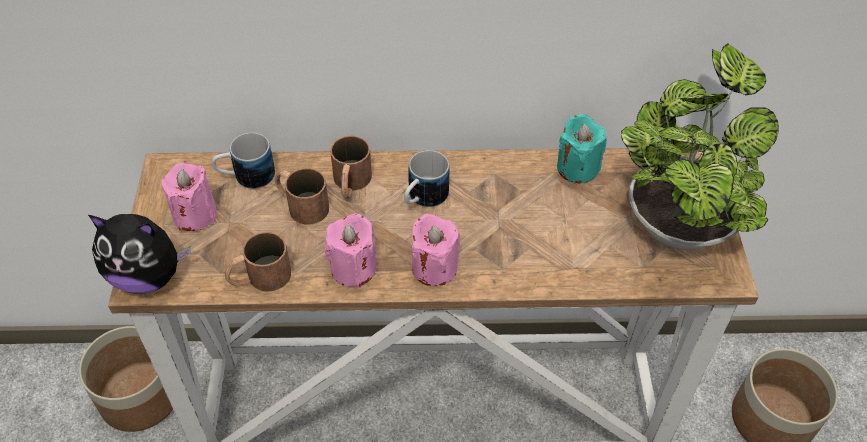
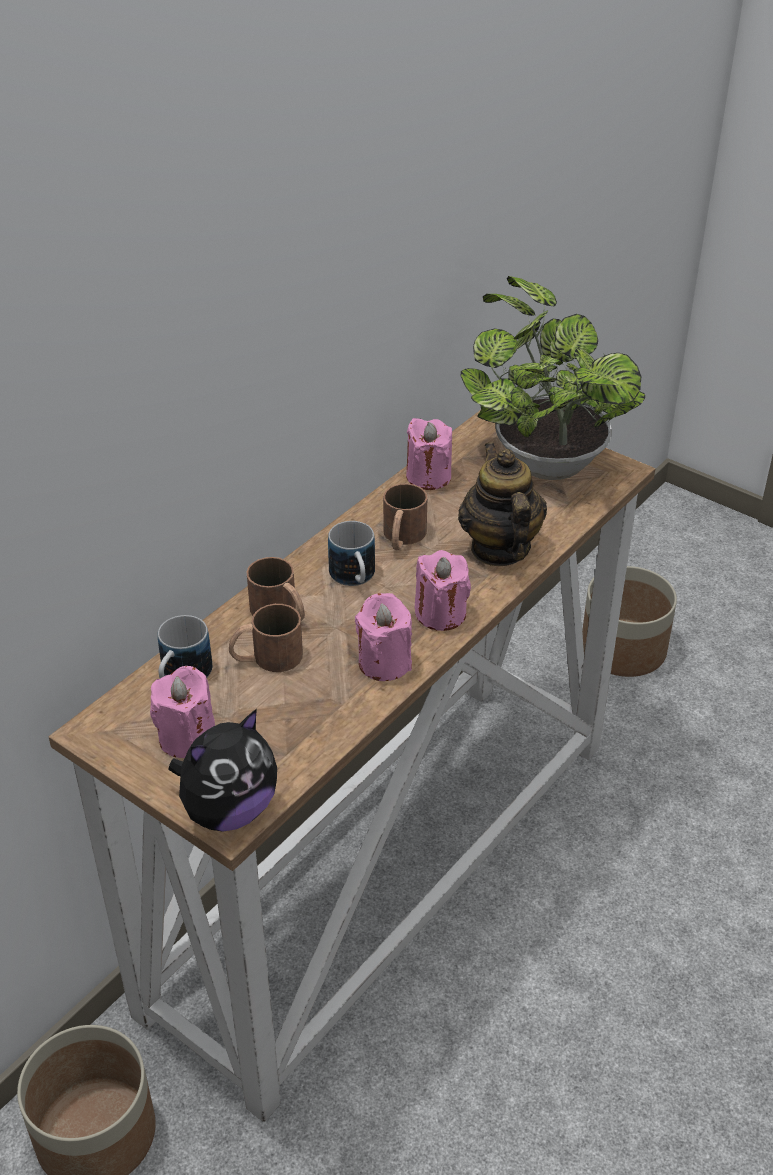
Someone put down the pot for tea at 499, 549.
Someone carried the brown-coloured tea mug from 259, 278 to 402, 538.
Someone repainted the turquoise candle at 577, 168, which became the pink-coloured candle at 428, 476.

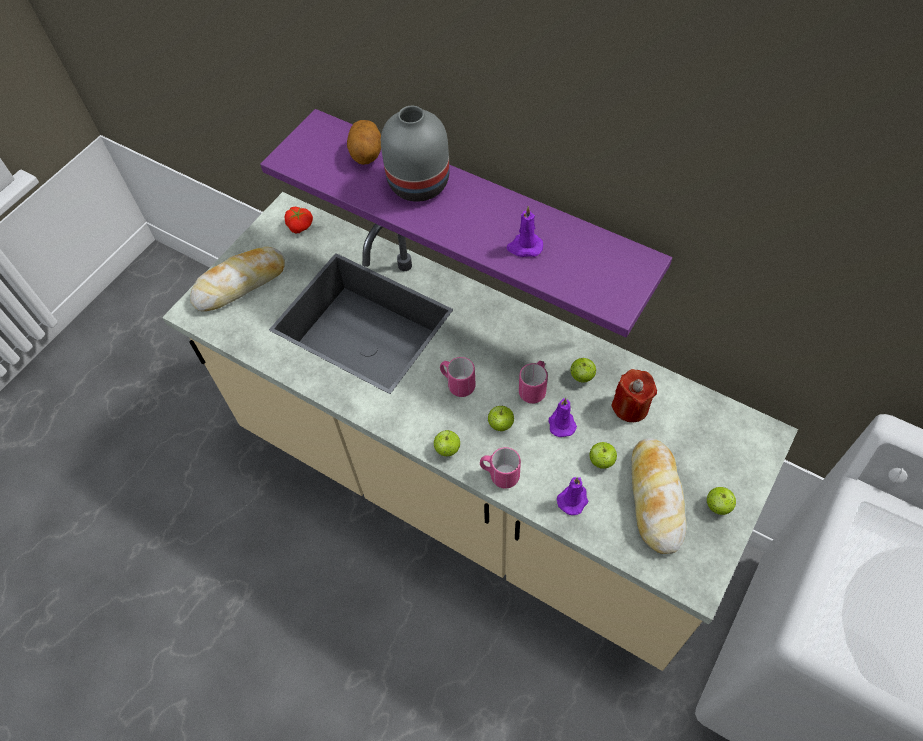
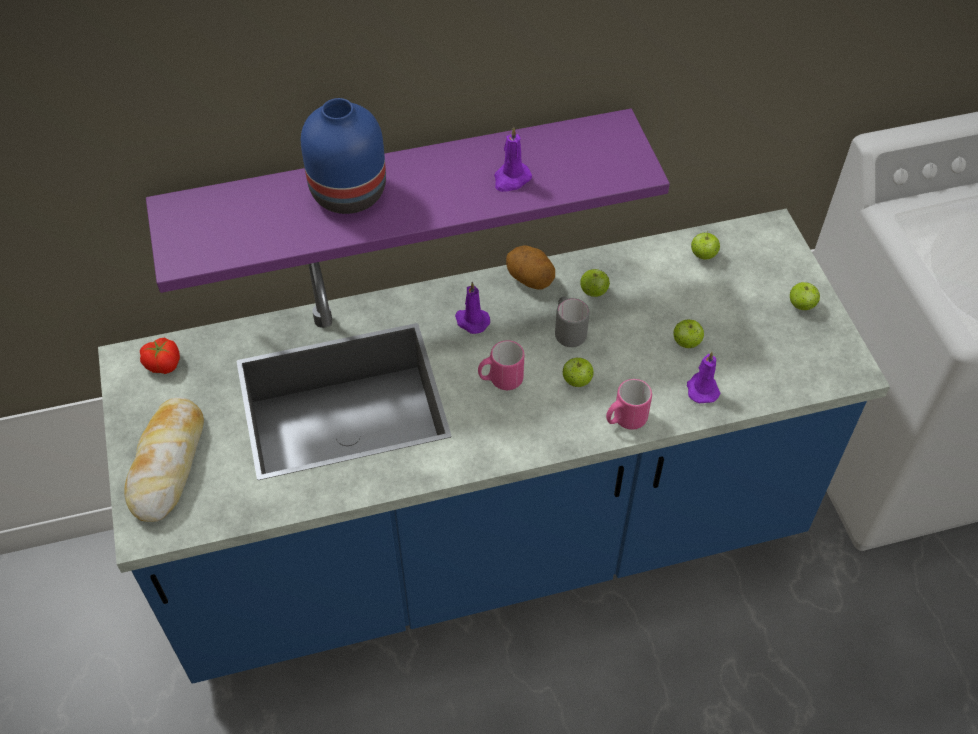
Someone took away the red candle at 630, 406.
Someone took away the baked bread at 655, 498.
Someone carried the potato from 367, 154 to 530, 279.
Someone carried the apple fruit from 447, 449 to 703, 255.
Someone carried the purple-coloured candle from 561, 423 to 471, 321.
Someone repainted the sand-coloured kitchen base unit at 470, 491, which became the bluish kitchen base unit at 489, 542.
Someone repainted the gray decorative vase at 417, 184, which became the bluish decorative vase at 347, 194.
Someone repainted the pink-coloured tea mug at 534, 388, which became the gray tea mug at 568, 331.

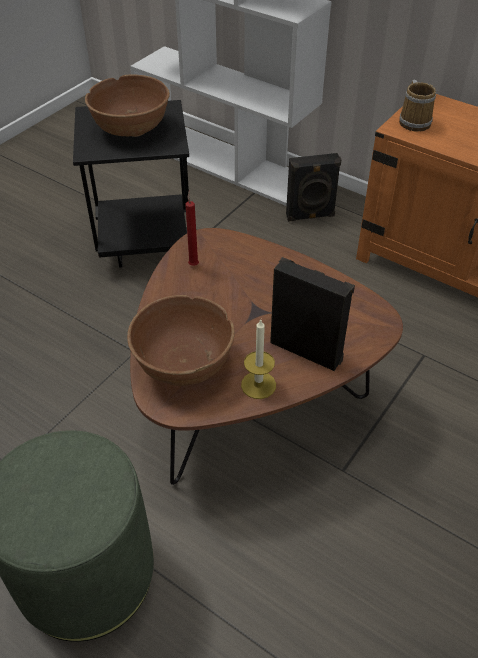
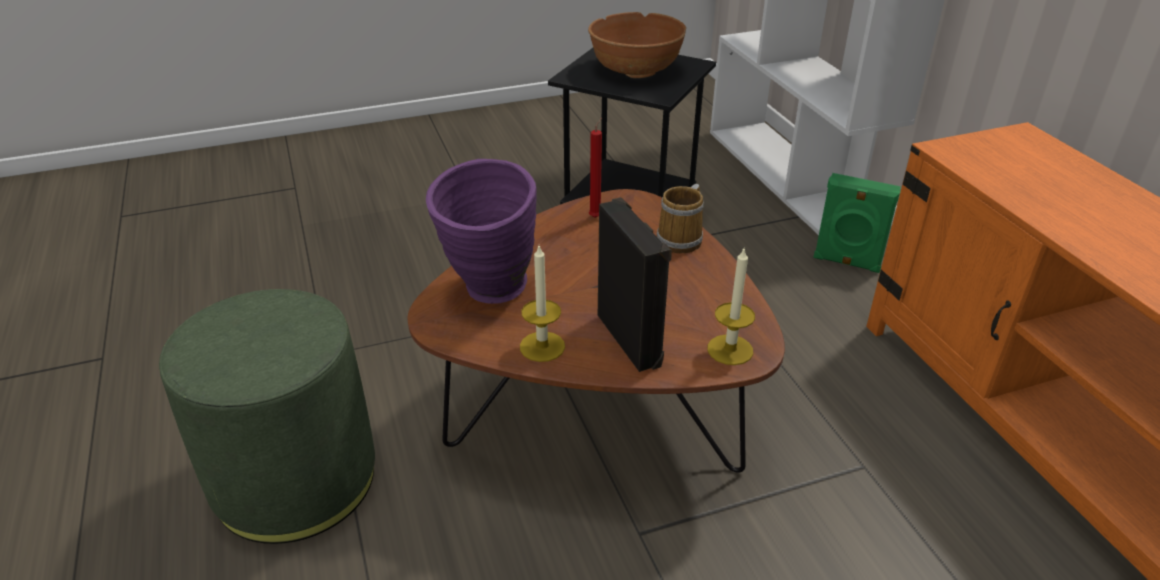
Someone put down the candle at 730, 350.
Someone carried the tea mug from 415, 121 to 682, 239.
Someone swapped the brown-coloured serving bowl at 183, 363 for the purple-coloured decorative vase at 489, 294.
Someone repainted the black loudspeaker at 310, 216, which became the greenish loudspeaker at 846, 262.

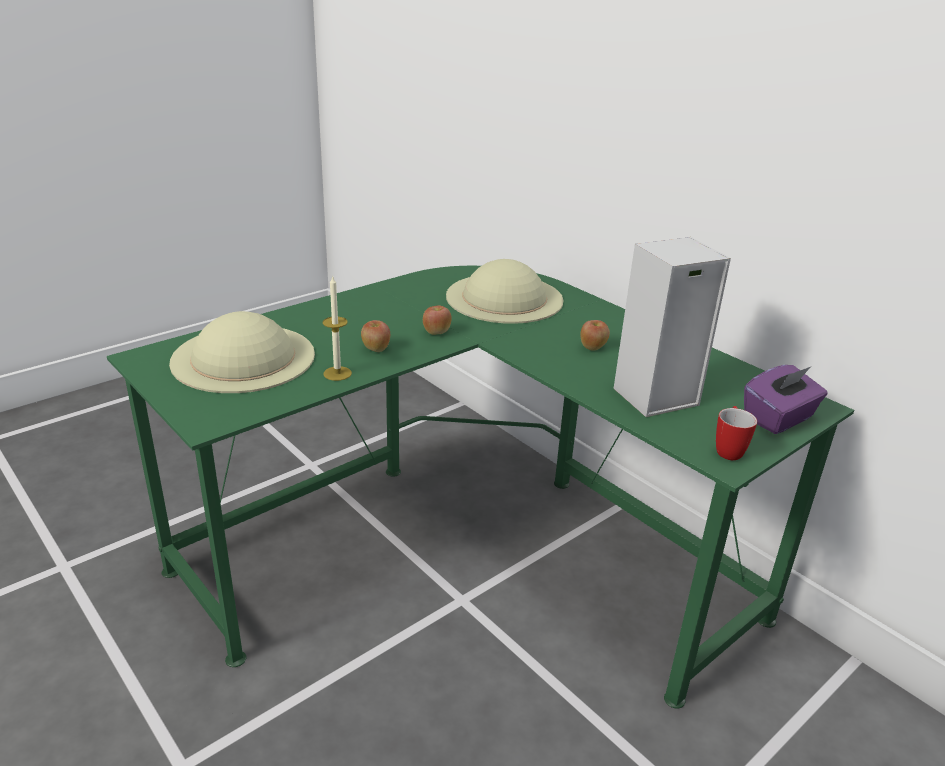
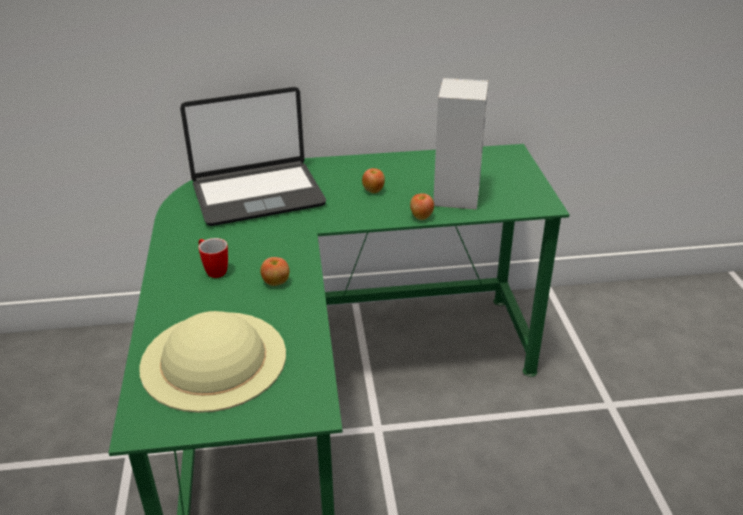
Someone took away the candle at 337, 373.
Someone took away the purple-coloured tissue holder at 779, 418.
Someone carried the apple fruit from 436, 332 to 421, 217.
Someone carried the tea mug from 728, 449 to 213, 270.
Someone swapped the sand-coloured hat at 504, 298 for the portable computer at 257, 194.

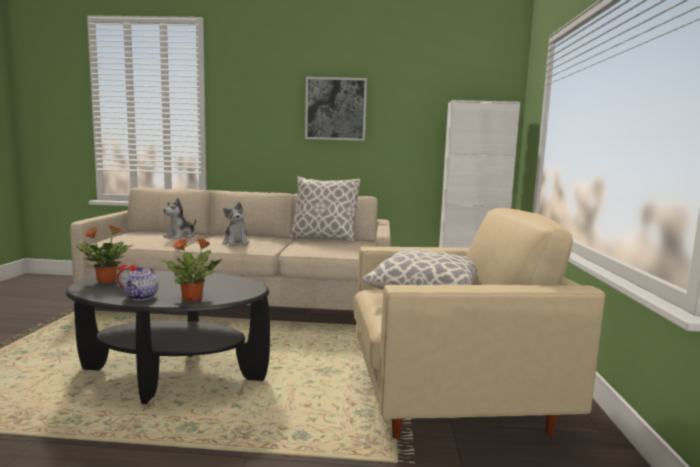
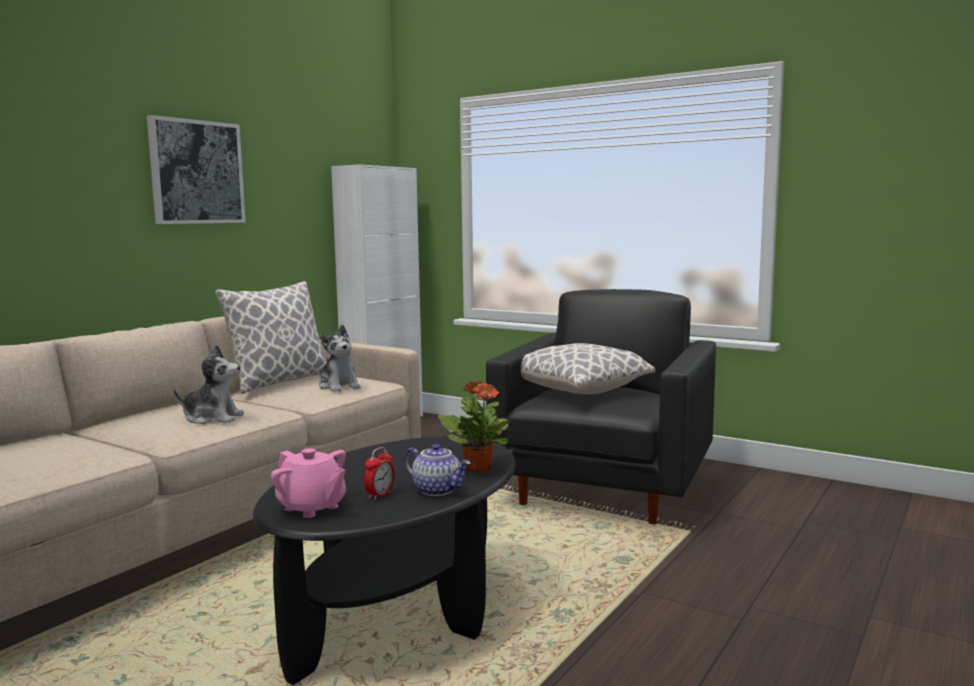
Someone carried the plush toy from 180, 236 to 339, 386.
Someone swapped the plant in a pot at 106, 281 for the pink-coloured pot for tea at 311, 508.
Someone repainted the sand-coloured lounge chair at 450, 401, which became the black lounge chair at 605, 490.

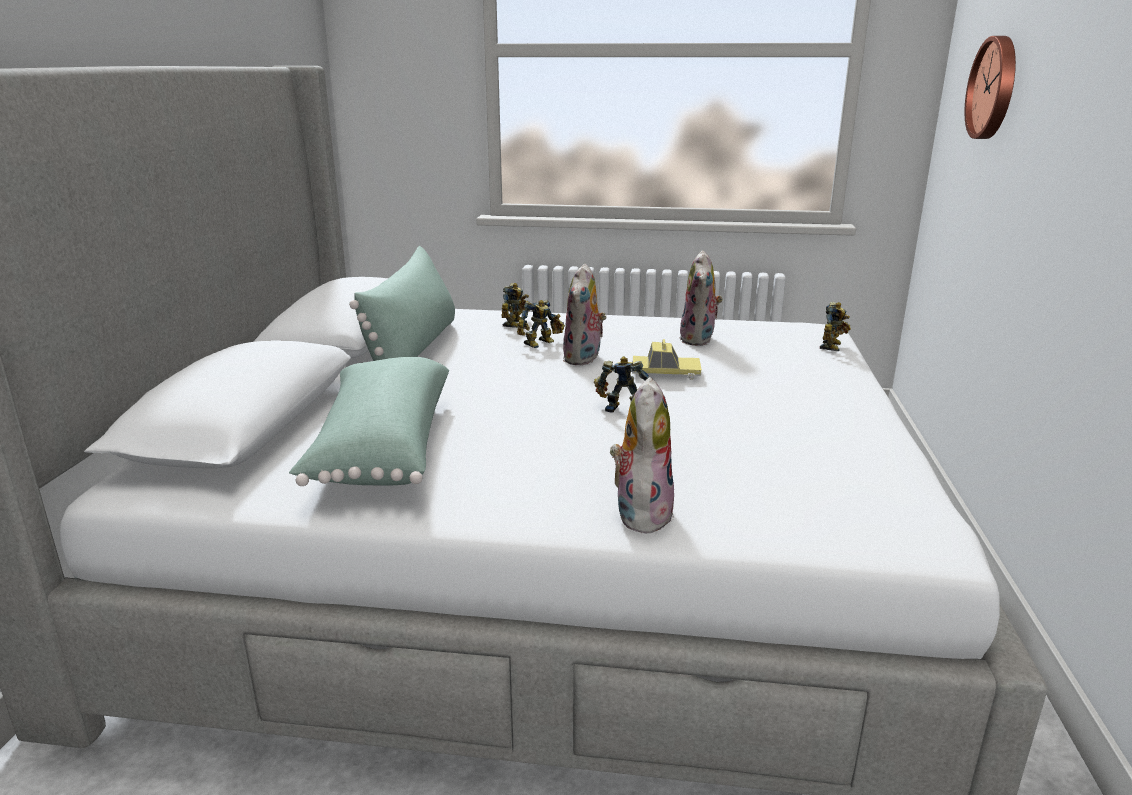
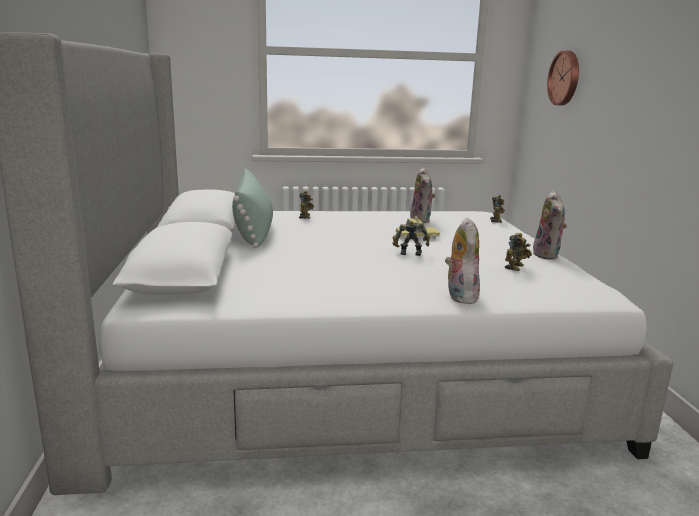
Someone took away the greenish cushion at 381, 447.
Someone carried the model robot from 541, 343 to 516, 267.
Someone carried the plush toy from 584, 359 to 548, 255.

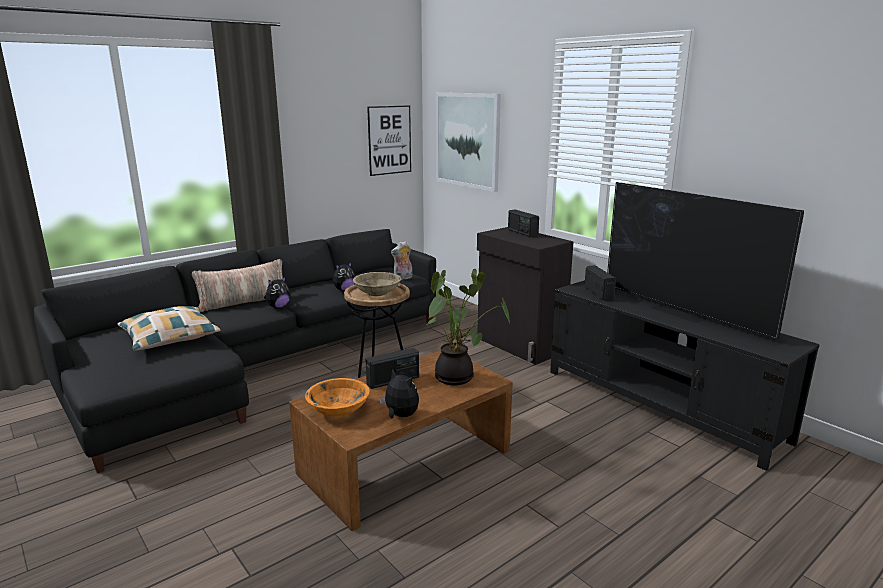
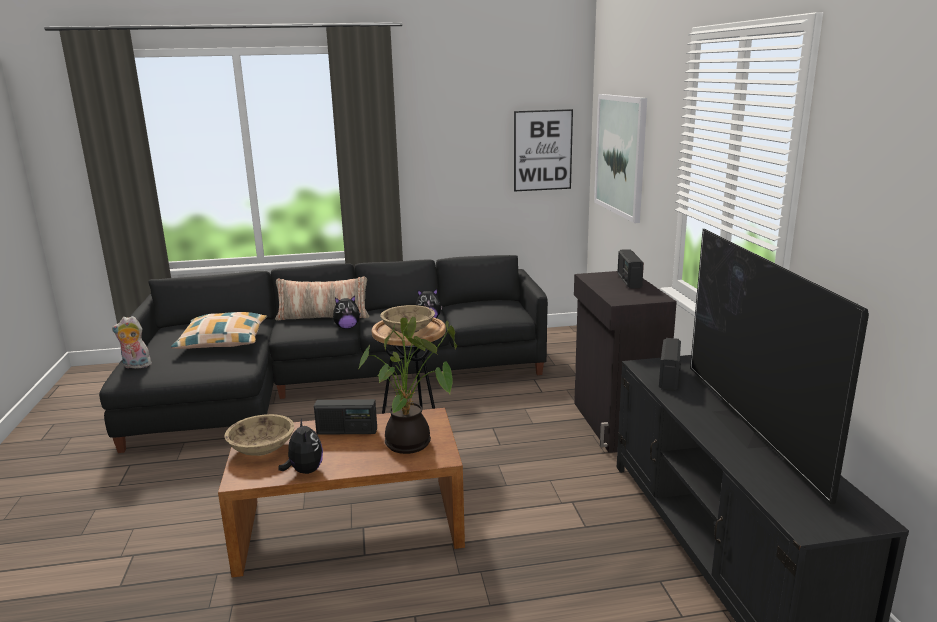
Someone carried the plush toy from 403, 278 to 135, 366.
Someone repainted the orange-coloured serving bowl at 338, 410, which became the sand-coloured serving bowl at 262, 448.

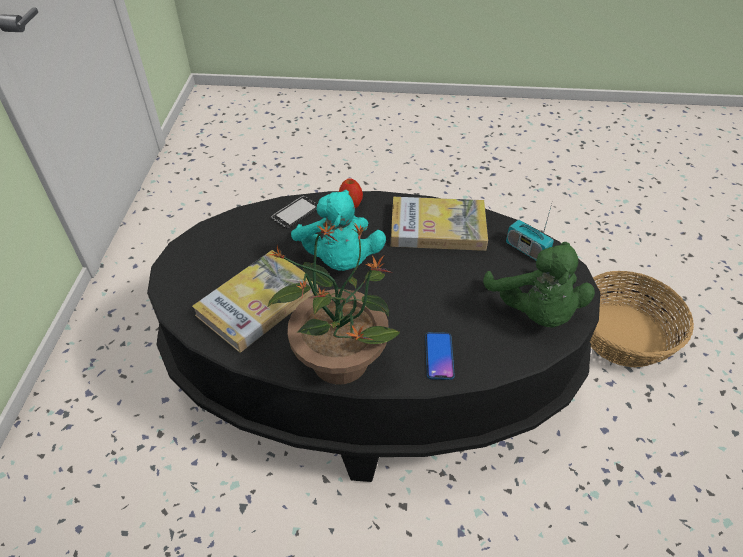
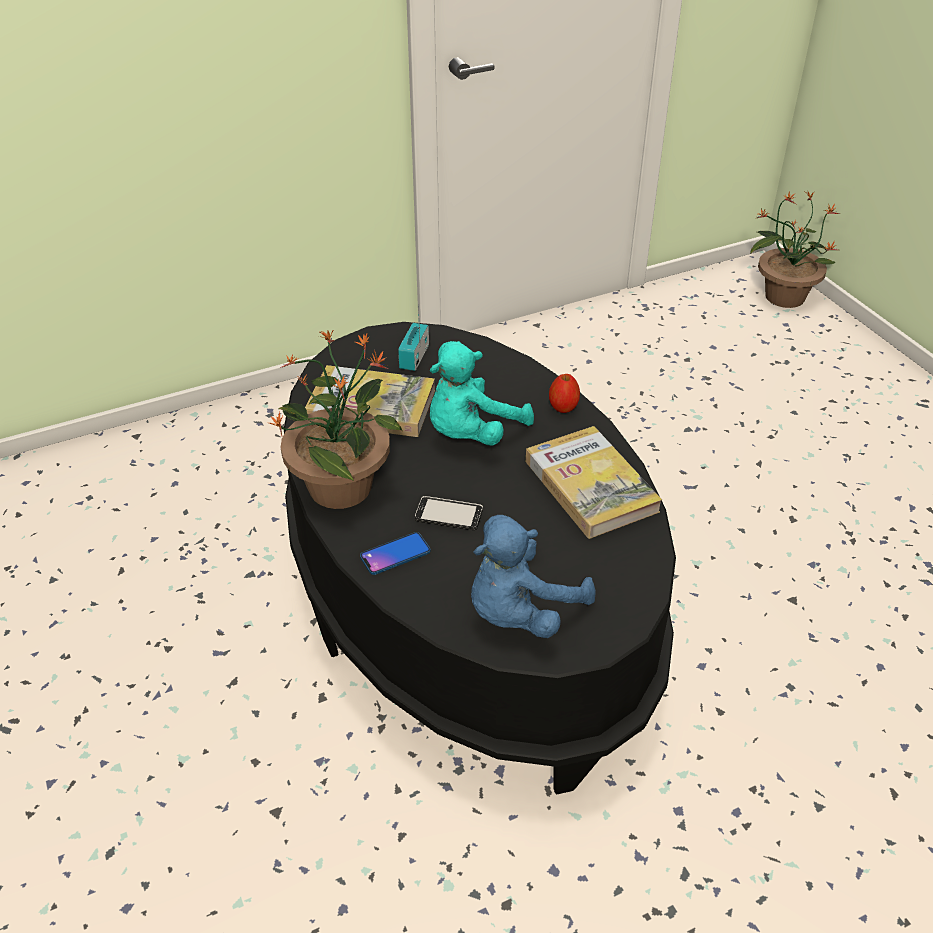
Someone took away the storage basket at 624, 335.
Someone put down the plant in a pot at 783, 296.
Someone carried the telephone from 295, 213 to 448, 515.
Someone carried the radio from 526, 249 to 414, 357.
Someone repainted the greenish plush toy at 534, 312, which became the bluish plush toy at 520, 612.

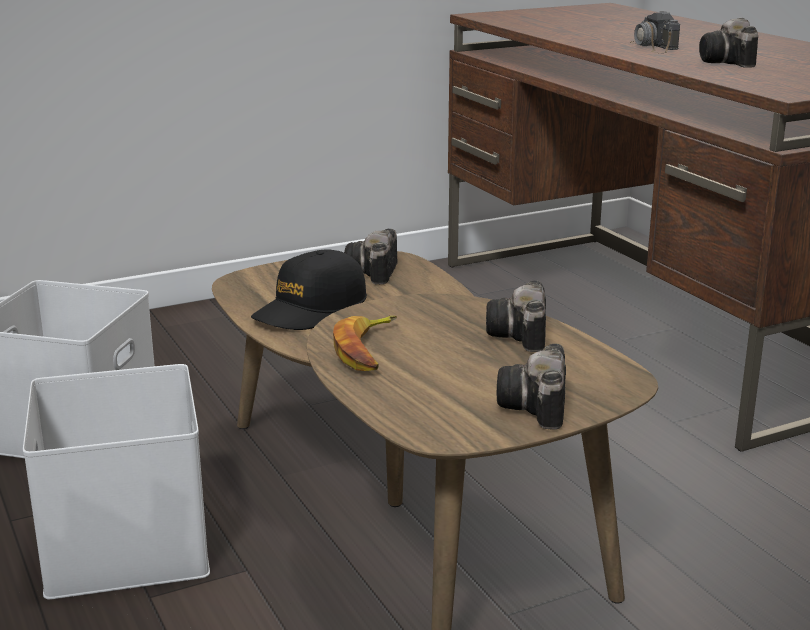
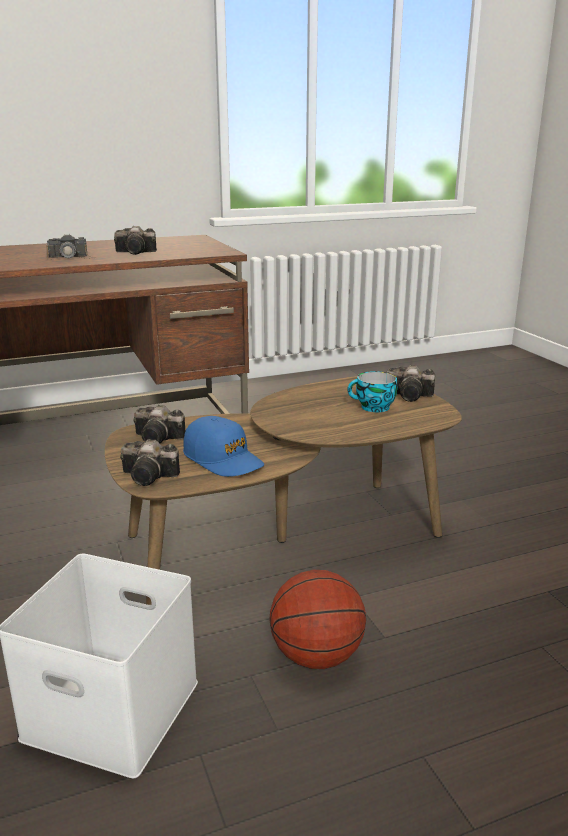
Someone took away the banana at 368, 350.
Someone put down the cup at 373, 408.
Someone carried the photo camera from 521, 336 to 151, 476.
Someone swapped the whitish storage container at 122, 542 for the basketball ball at 317, 656.
Someone repainted the black baseball cap at 311, 309, which became the bluish baseball cap at 223, 459.

